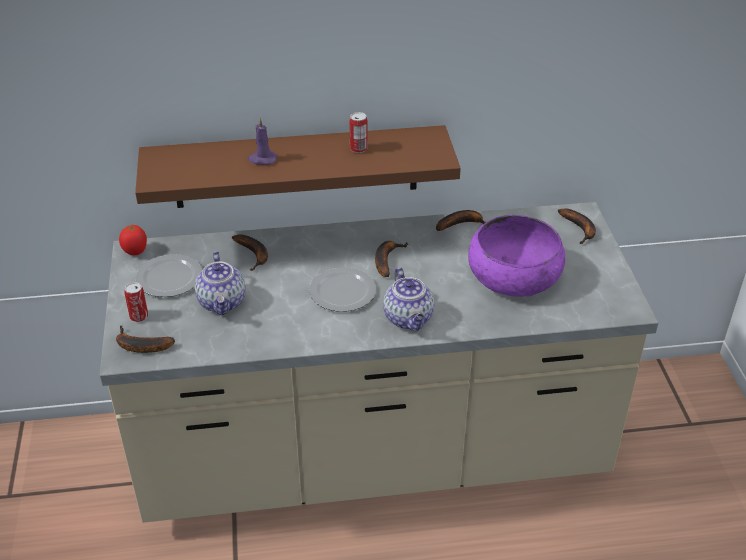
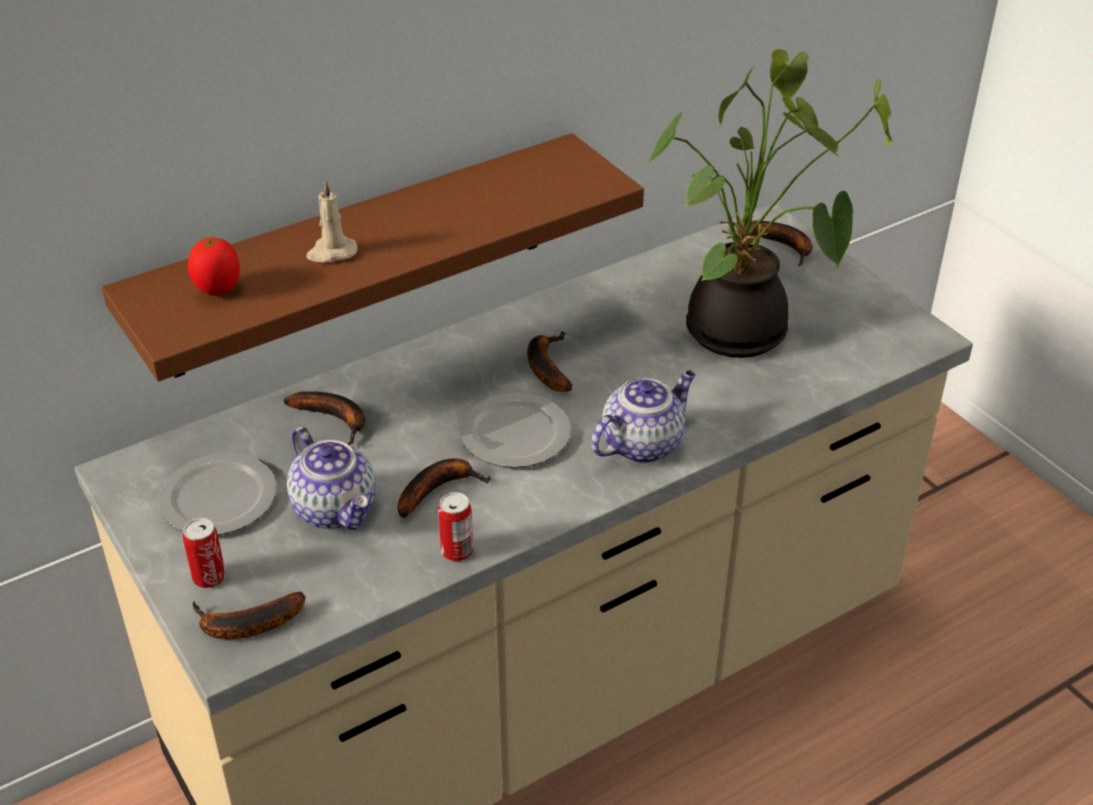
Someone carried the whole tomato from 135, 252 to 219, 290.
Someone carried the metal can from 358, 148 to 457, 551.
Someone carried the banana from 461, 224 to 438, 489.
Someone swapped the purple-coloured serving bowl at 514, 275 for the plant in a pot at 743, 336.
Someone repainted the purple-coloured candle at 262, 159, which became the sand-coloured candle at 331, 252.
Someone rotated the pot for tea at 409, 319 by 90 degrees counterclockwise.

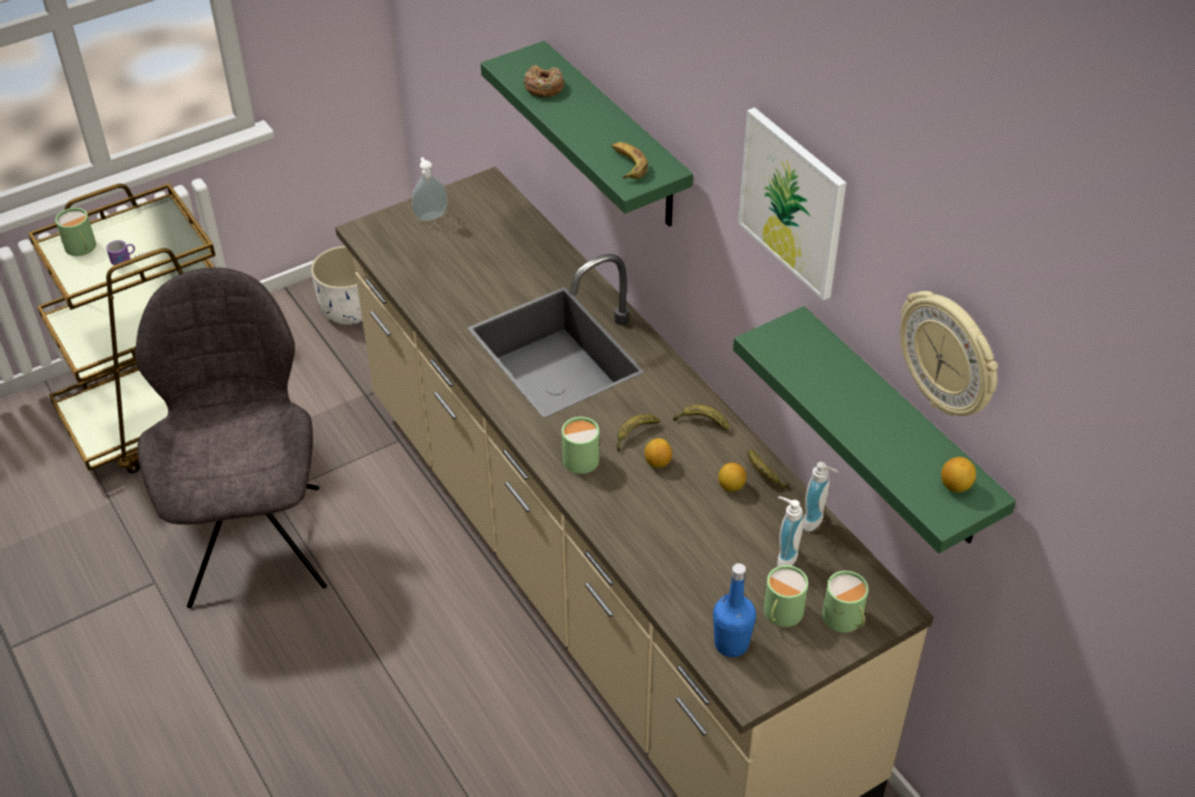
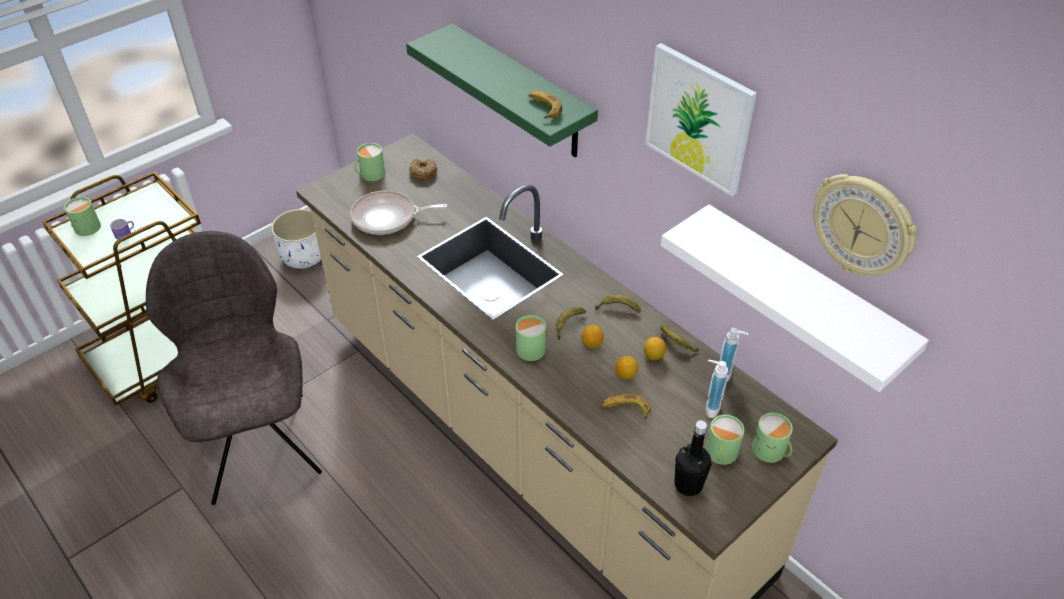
Someone put down the skillet at 388, 218.
Someone put down the banana at 625, 409.
Someone carried the donut from 543, 87 to 423, 173.
Someone carried the citrus fruit from 956, 486 to 626, 375.
Someone swapped the liquid soap bottle at 430, 216 for the greenish tea mug at 370, 174.
Someone repainted the bluish beverage bottle at 731, 644, which became the black beverage bottle at 688, 484.
Someone repainted the greenish shelf at 897, 431, which became the whitish shelf at 802, 295.

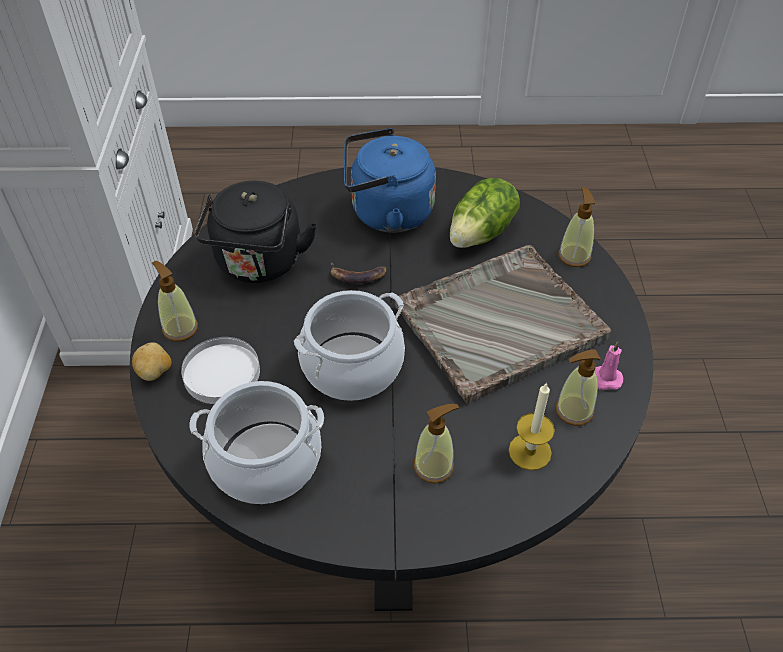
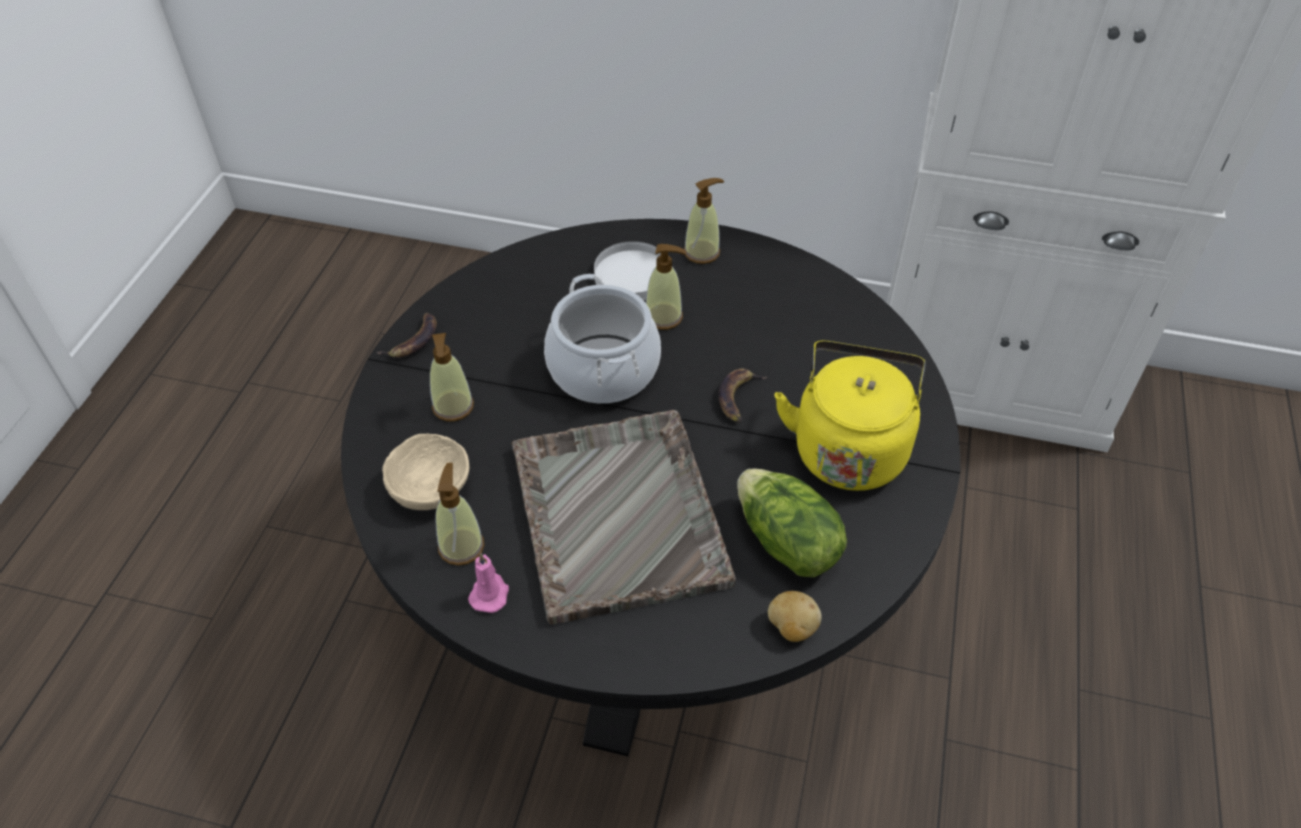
Someone took away the stockpot at 266, 462.
Someone took away the black water kettle at 259, 264.
Someone put down the banana at 413, 340.
Someone carried the potato from 155, 372 to 791, 627.
Someone carried the liquid soap bottle from 574, 256 to 664, 317.
Someone swapped the candle at 530, 451 for the sand-coloured serving bowl at 430, 488.
Someone repainted the bluish water kettle at 386, 213, which became the yellowish water kettle at 848, 447.

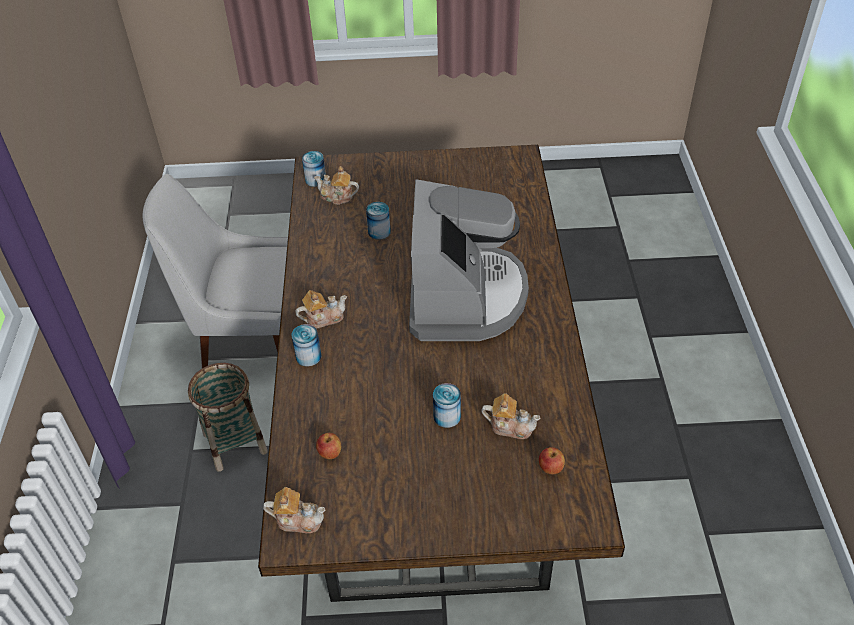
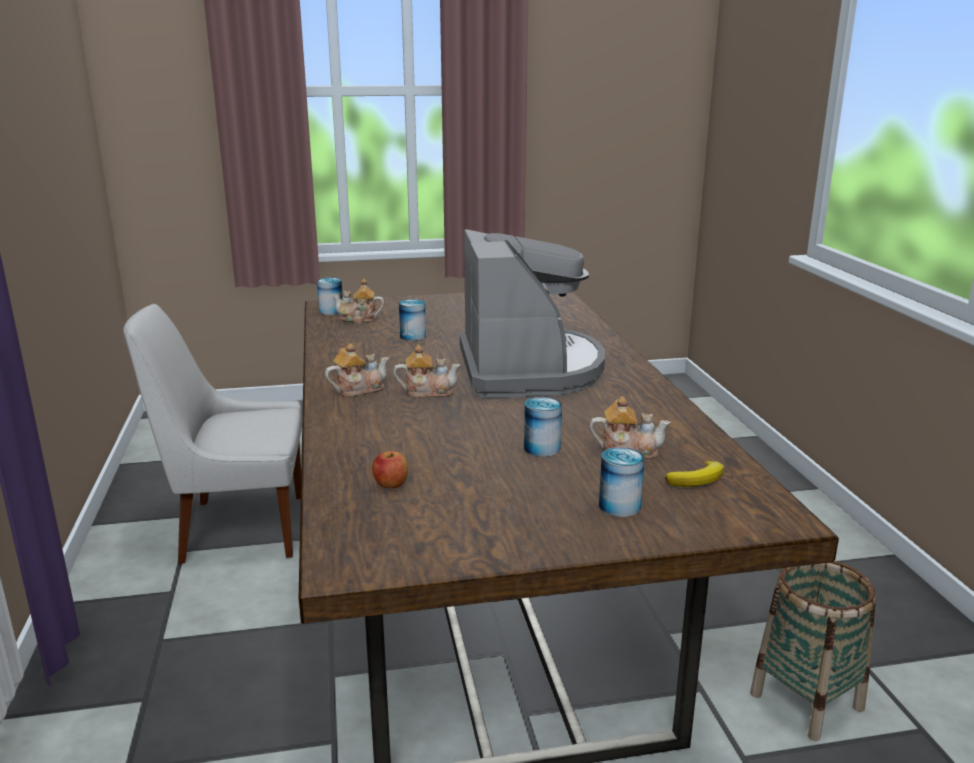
Someone carried the storage basket from 235, 443 to 807, 701.
Someone carried the pot for tea from 298, 520 to 428, 392.
Someone carried the metal can from 308, 356 to 619, 506.
Someone swapped the apple fruit at 550, 468 for the banana at 698, 479.

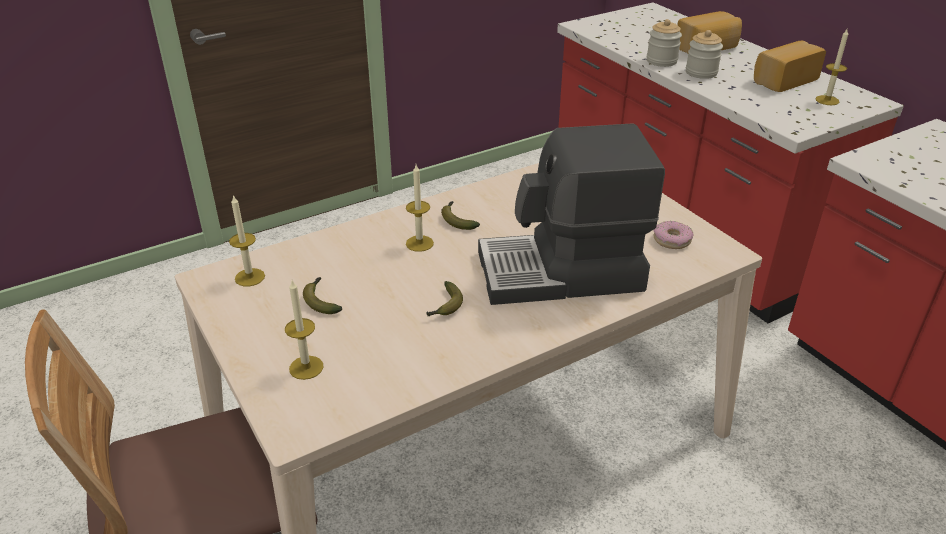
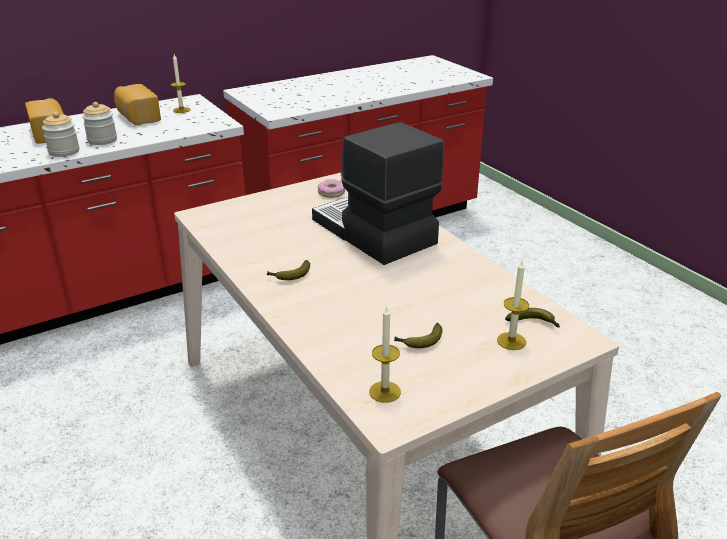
Someone took away the candle at 419, 243.
Someone carried the banana from 445, 306 to 534, 323.
Someone rotated the coffee brewer at 562, 273 by 150 degrees clockwise.

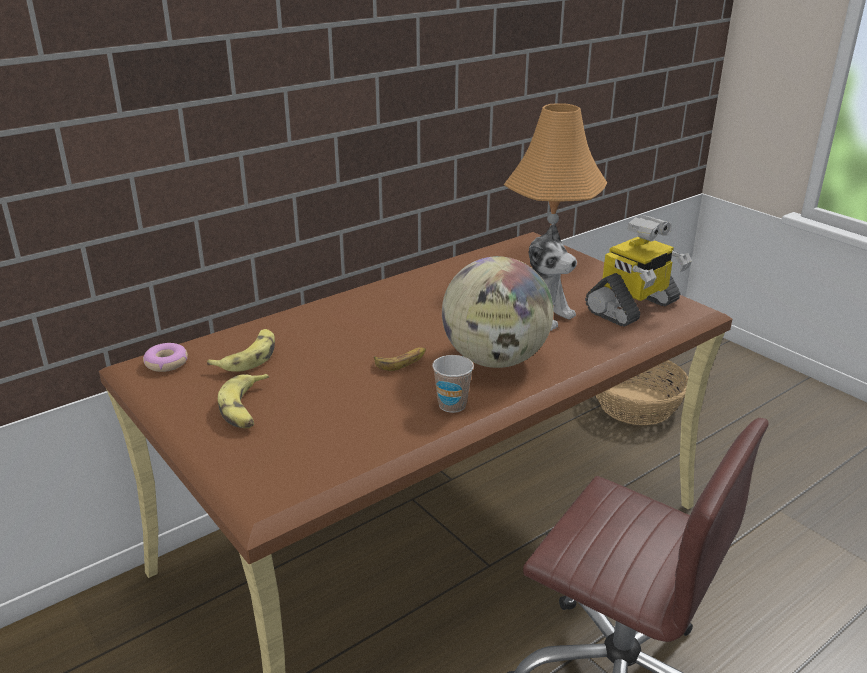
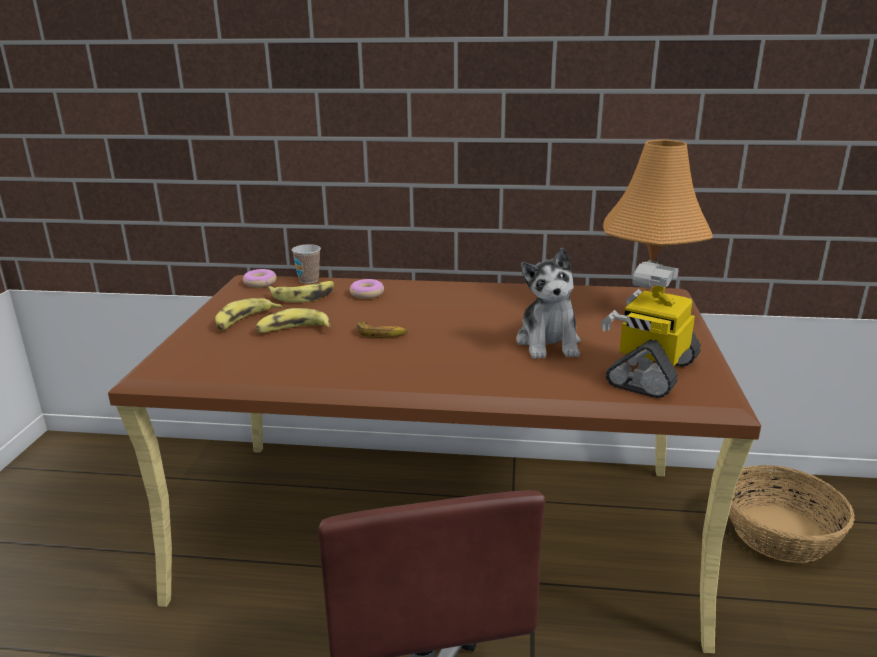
Someone took away the desk globe at 495, 360.
Someone put down the banana at 293, 330.
Someone put down the donut at 367, 294.
Someone carried the cup from 452, 405 to 309, 280.
Someone rotated the model robot at 633, 308 by 120 degrees clockwise.

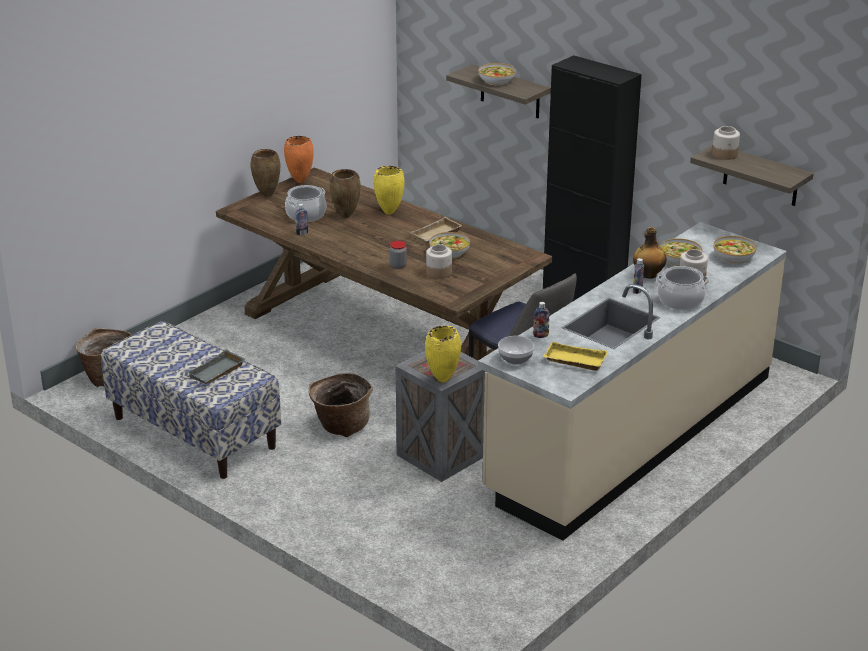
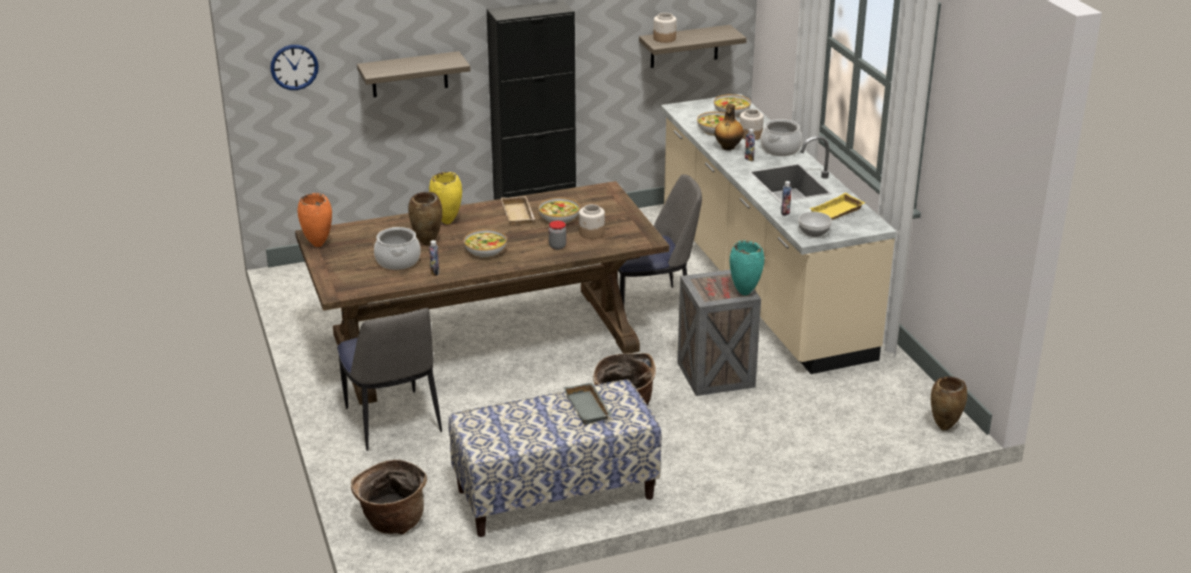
Someone put up the hanging clock at 294, 67.
Someone put down the plain chair at 393, 422.
Someone carried the brown-coloured decorative vase from 266, 195 to 944, 428.
Someone carried the serving bowl from 496, 81 to 485, 251.
Someone repainted the yellowish decorative vase at 443, 380, which became the turquoise decorative vase at 745, 293.

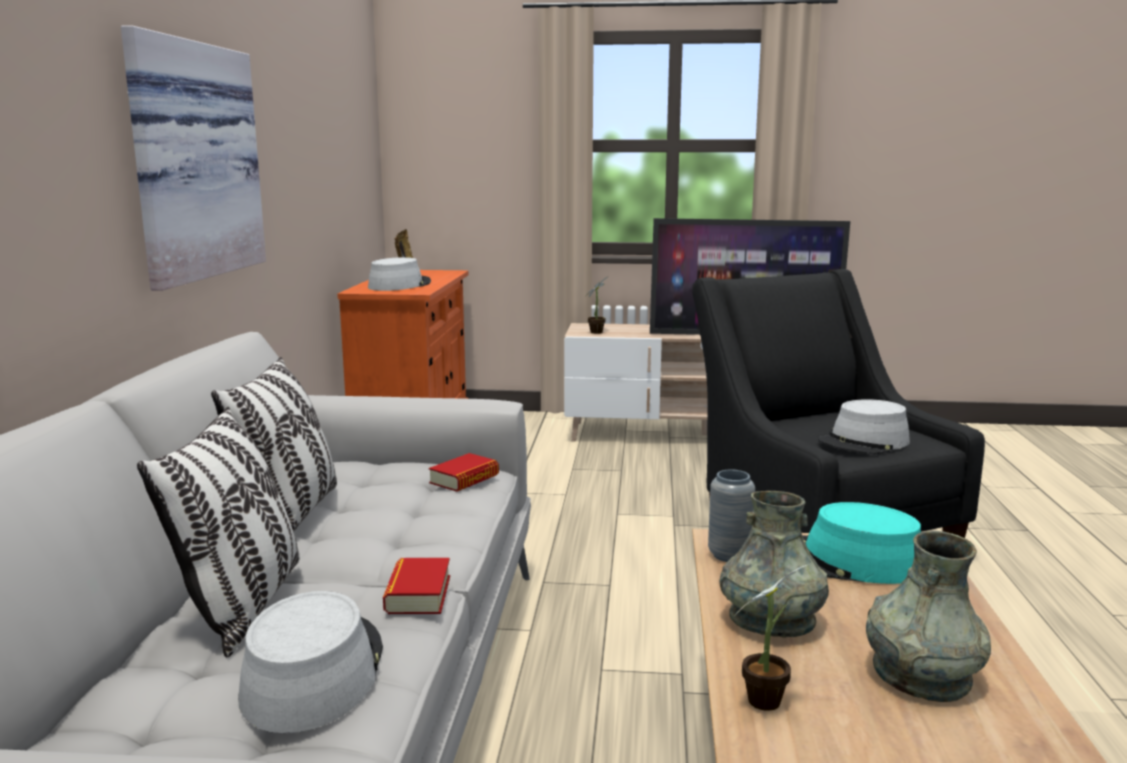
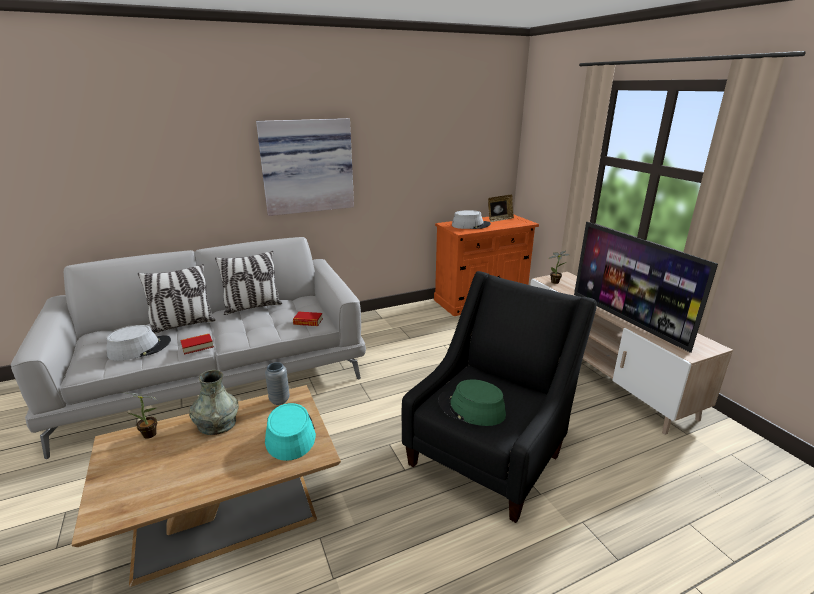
Someone took away the gray decorative vase at 921, 674.
Someone repainted the gray hat at 864, 442, which became the greenish hat at 471, 409.

